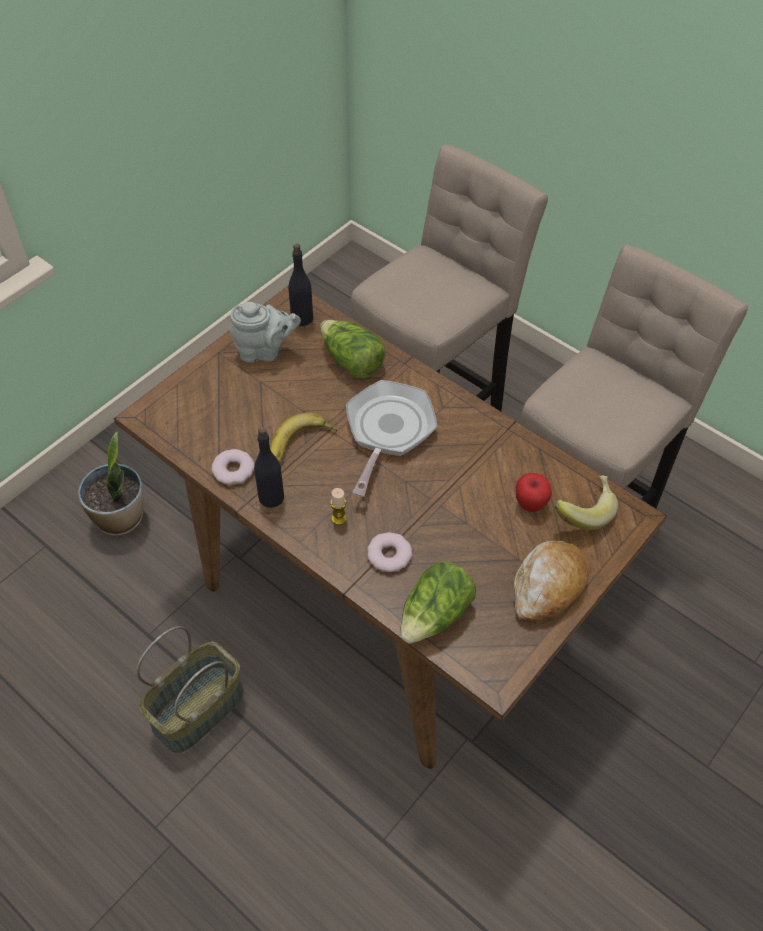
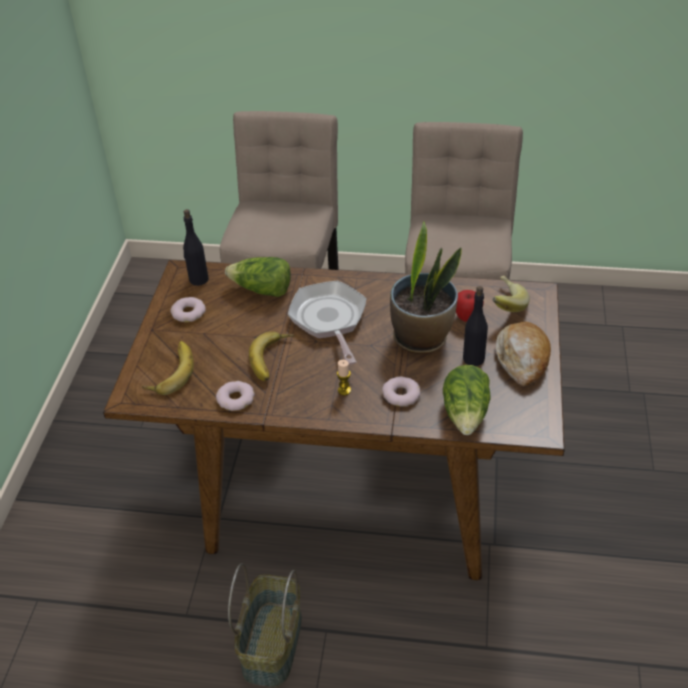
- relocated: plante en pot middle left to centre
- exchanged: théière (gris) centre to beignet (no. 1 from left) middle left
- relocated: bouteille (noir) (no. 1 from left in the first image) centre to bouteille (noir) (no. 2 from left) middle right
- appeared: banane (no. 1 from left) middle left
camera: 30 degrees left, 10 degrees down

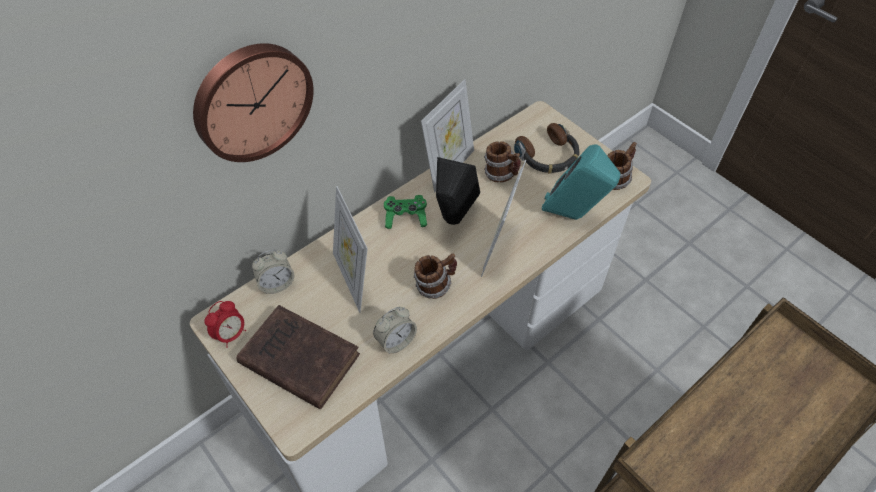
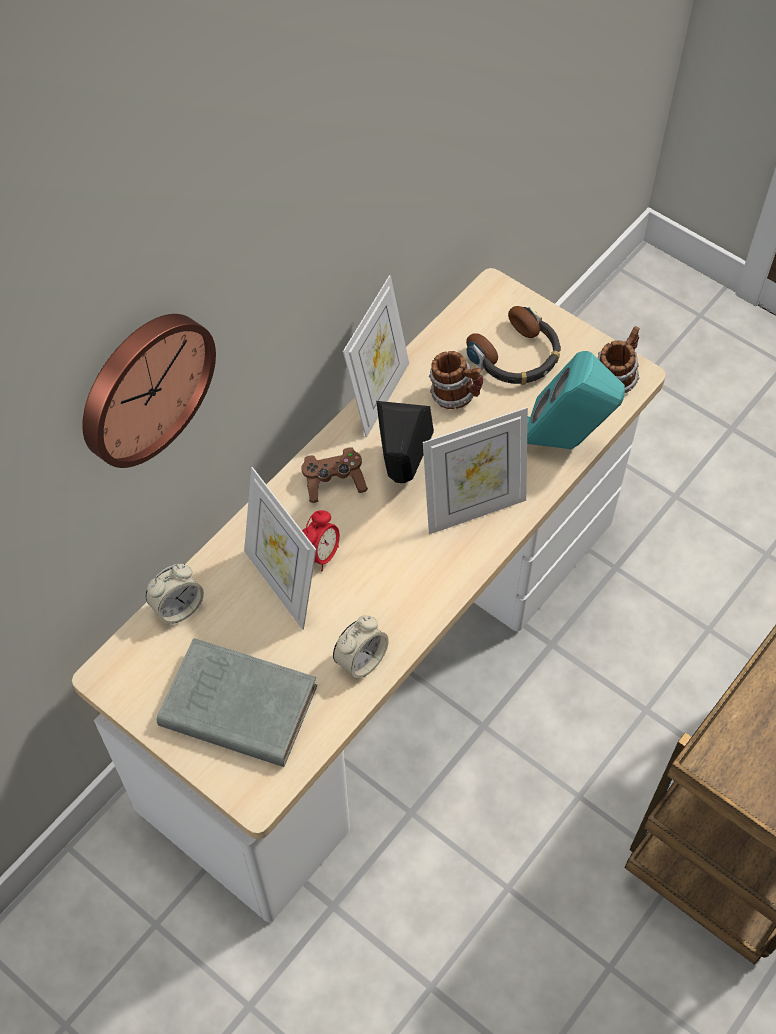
- relocated: réveil (no. 1 from left in the first image) middle left to réveil (no. 2 from left) centre
- colour: livre (marron) bottom centre to livre (gris) bottom left
- colour: manette (vert) centre to manette (marron) centre
- missing: mug (no. 1 from left) centre
- spun: cadre photo (no. 3 from left) centre = centre 120 degrees counterclockwise
camera: 10 degrees left, 5 degrees up

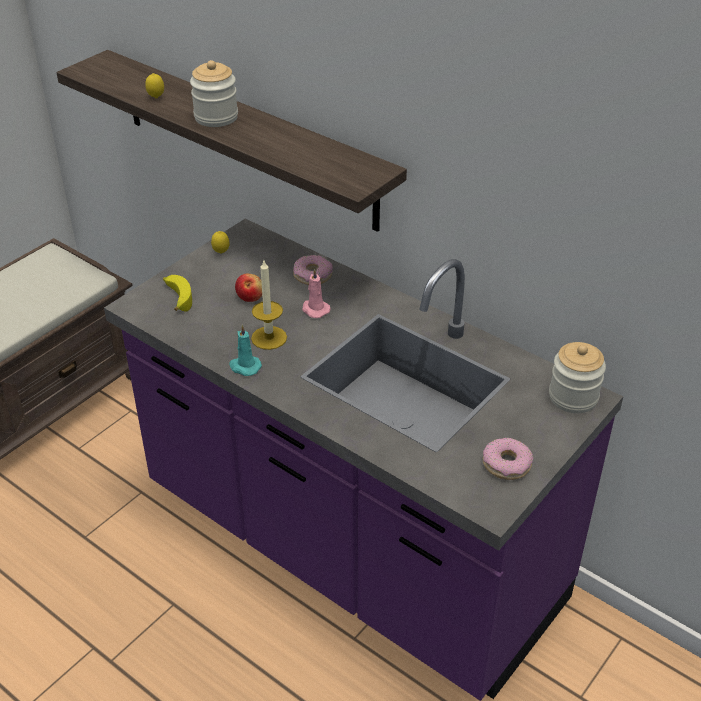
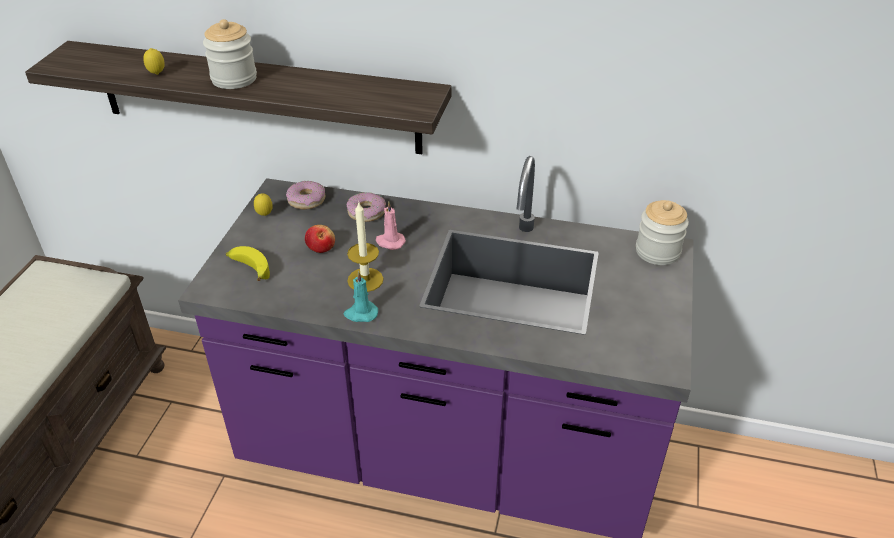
- relocated: beignet (no. 2 from left in the first image) middle right to beignet (no. 1 from left) centre
camera: 25 degrees left, 0 degrees up

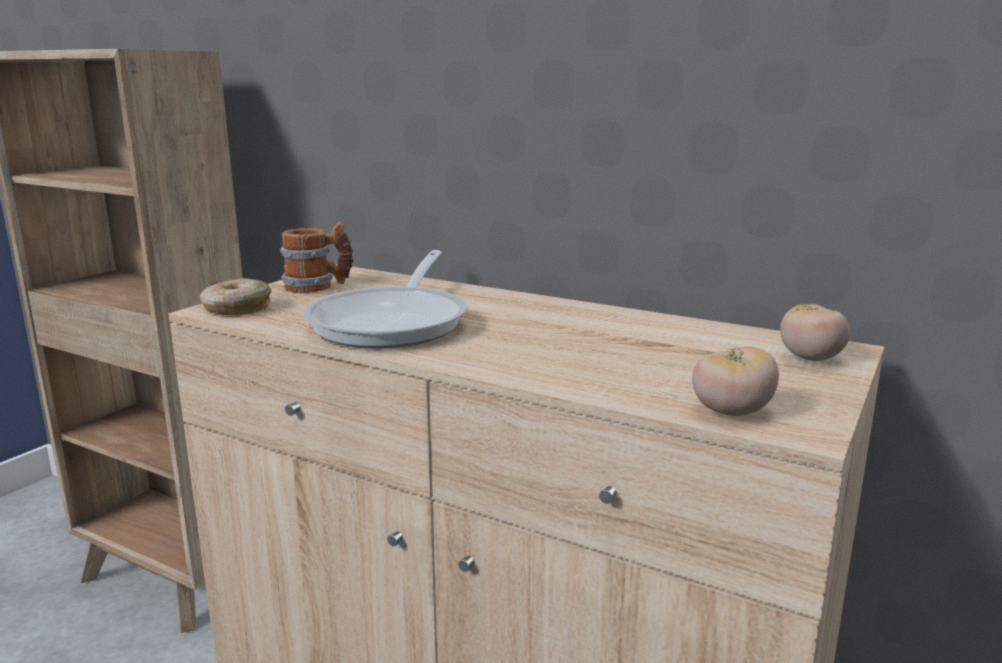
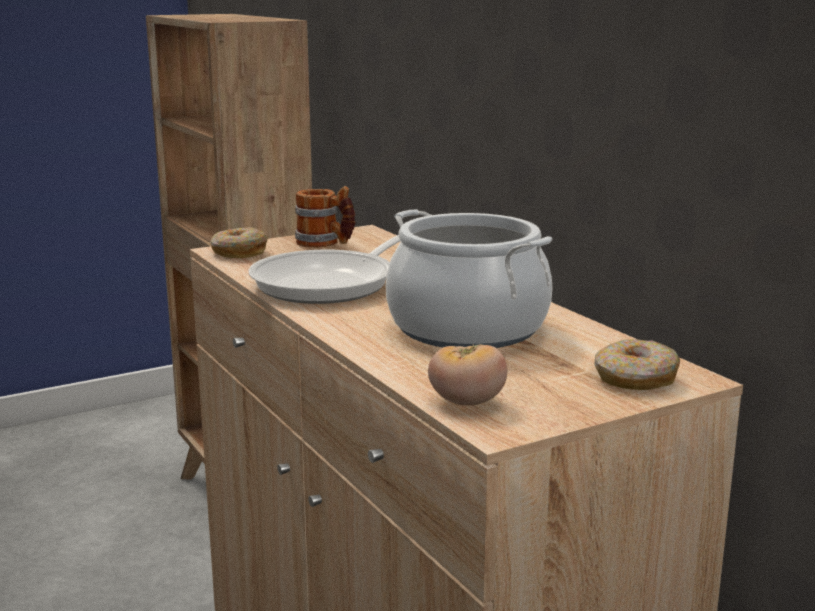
- exchanged: tomate (no. 2 from left) middle right to beignet (no. 2 from left) middle right
- appeared: marmite centre
camera: 30 degrees right, 0 degrees up

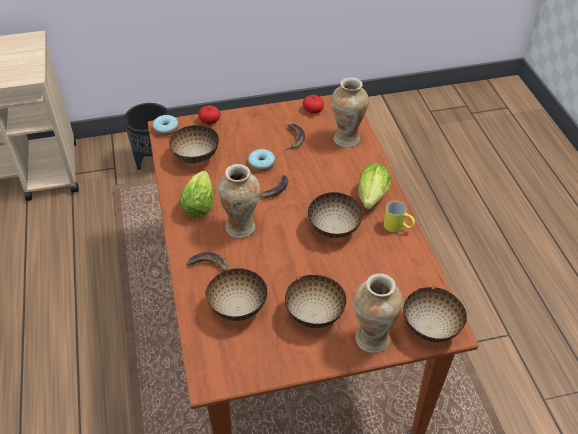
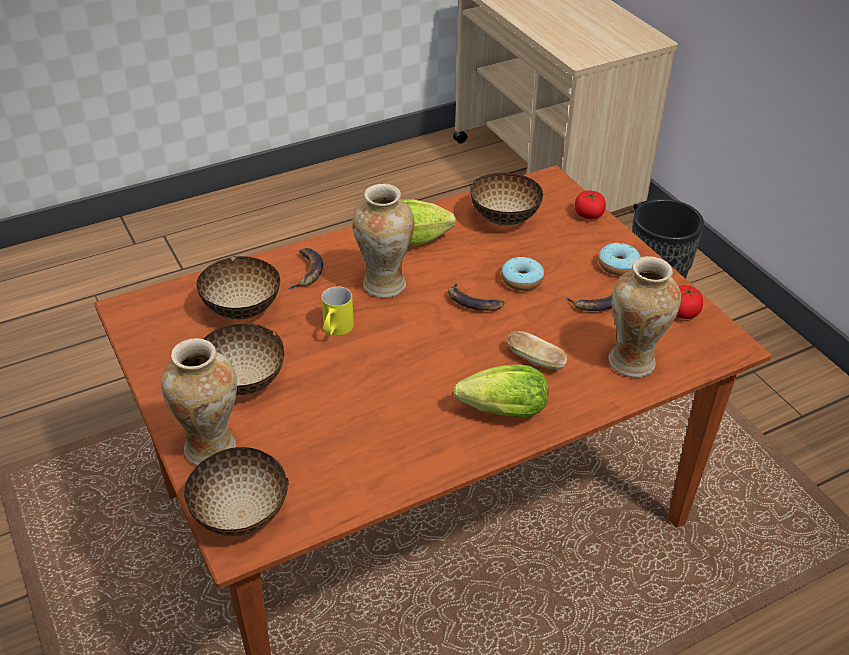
- relocated: beignet (no. 1 from left in the first image) top left to beignet (no. 2 from left) middle right
- missing: bol (no. 4 from left) centre
- relocated: mug (jaune) middle right to centre
- appeared: pain centre
camera: 75 degrees right, 5 degrees down

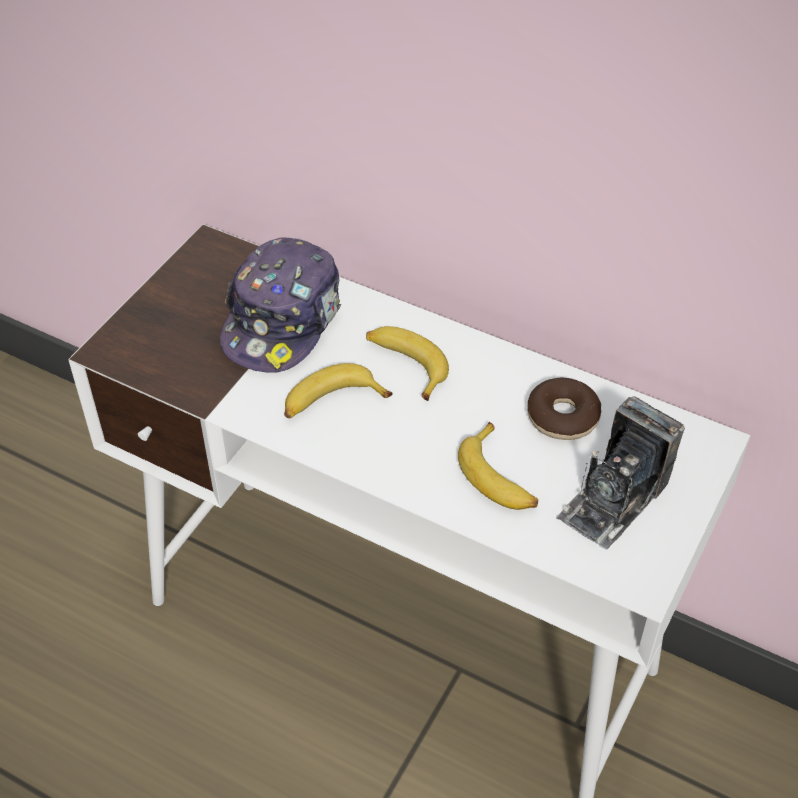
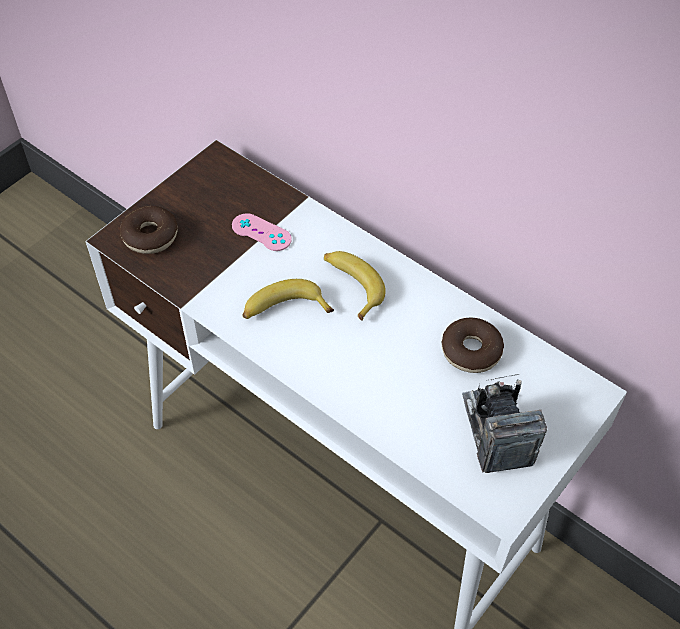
- exchanged: casquette centre to manette (rose) centre
- missing: banane (no. 3 from left) centre
- spun: appareil photo middle right = bottom right 120 degrees clockwise
- appeared: beignet (no. 1 from left) middle left
camera: 10 degrees right, 5 degrees up

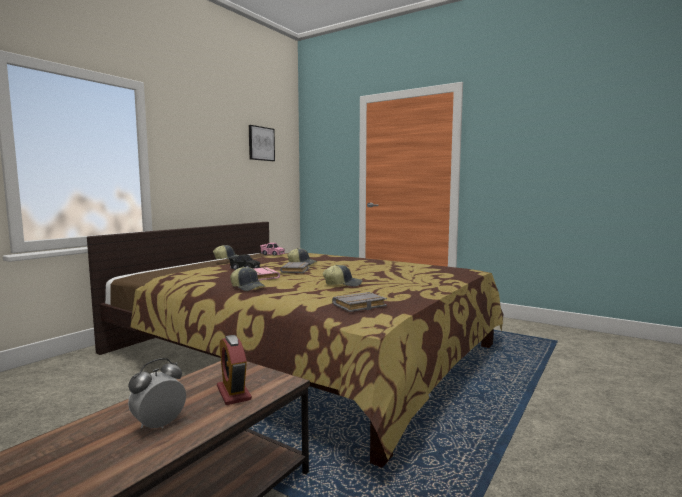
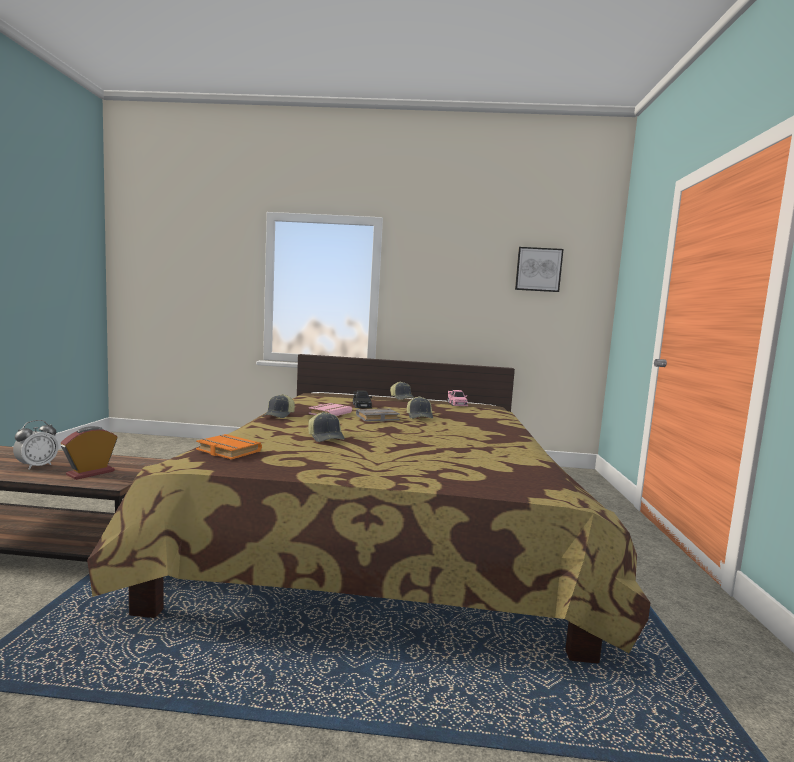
- spun: réveil (no. 1 from left) bottom left = middle left 105 degrees clockwise
- colour: livre (gris) (no. 2 from left) centre to livre (orange) middle left
camera: 60 degrees right, 0 degrees up

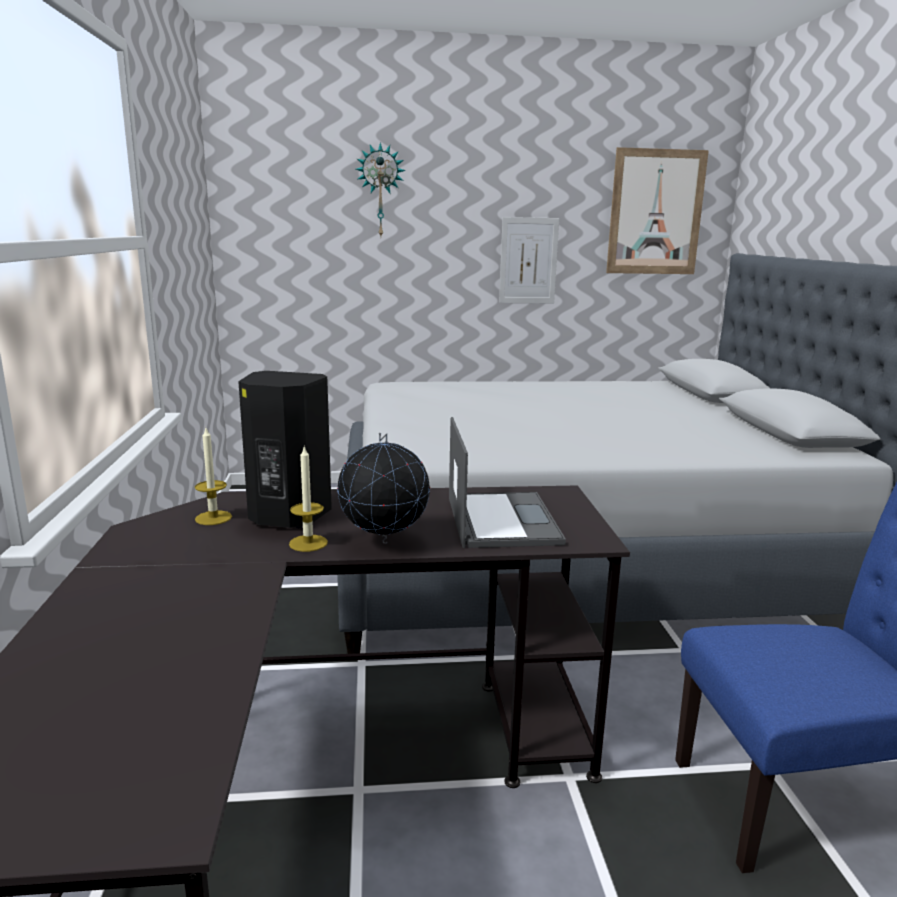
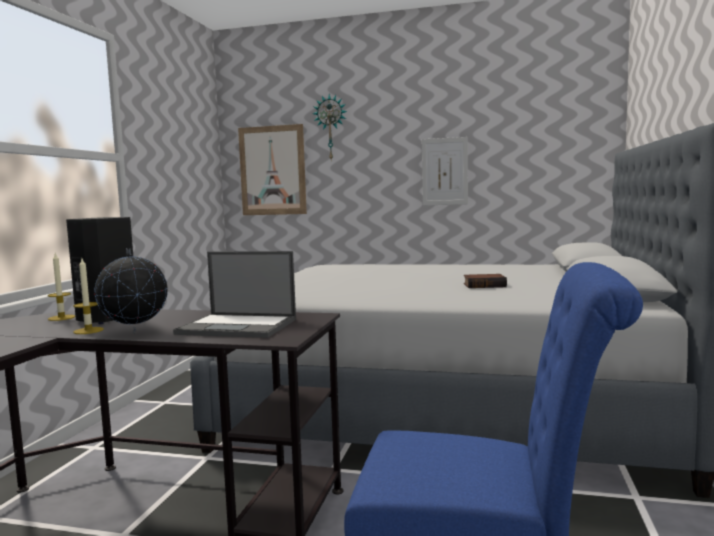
- spun: ordinateur portable centre = middle left 90 degrees clockwise
- relocated: tableau (no. 2 from left in the first image) top right to tableau (no. 1 from left) top centre
- appeared: livre middle right
camera: 20 degrees right, 10 degrees down

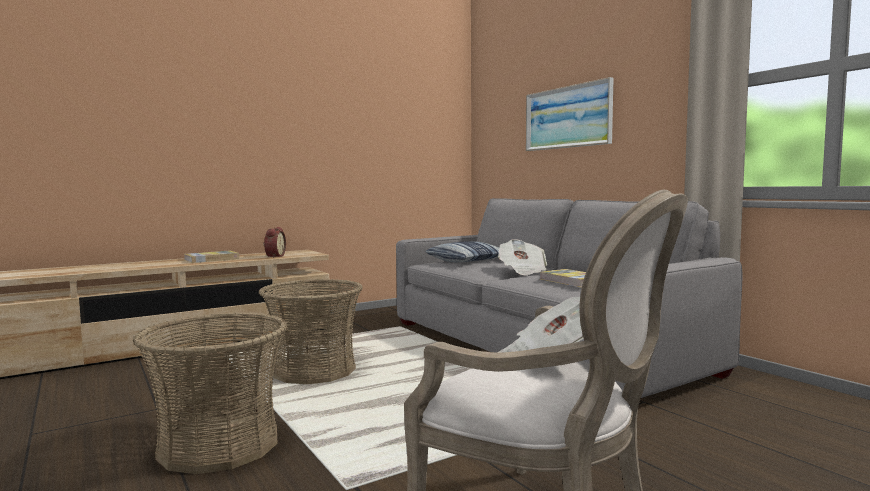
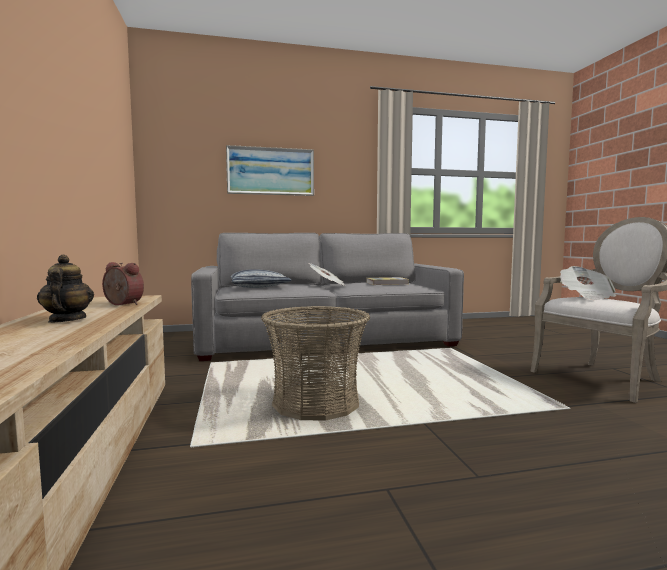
- missing: panier (no. 1 from left) bottom left
- exchanged: livre (no. 1 from left) middle left to théière middle left
camera: 70 degrees left, 0 degrees up

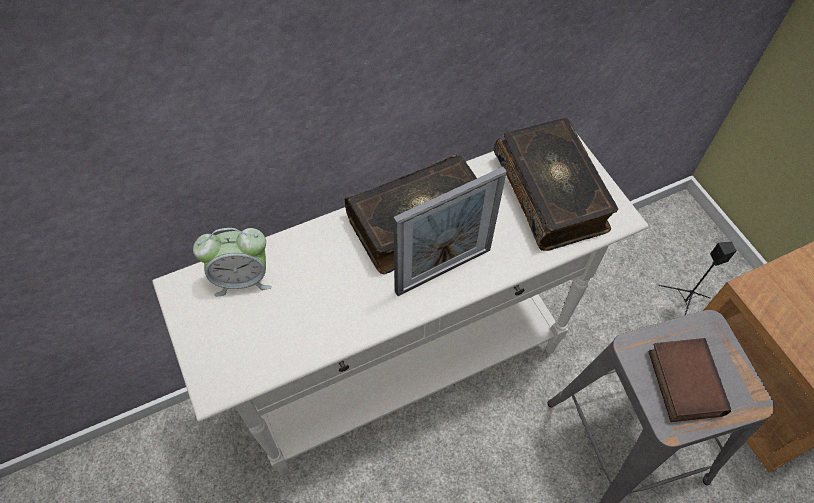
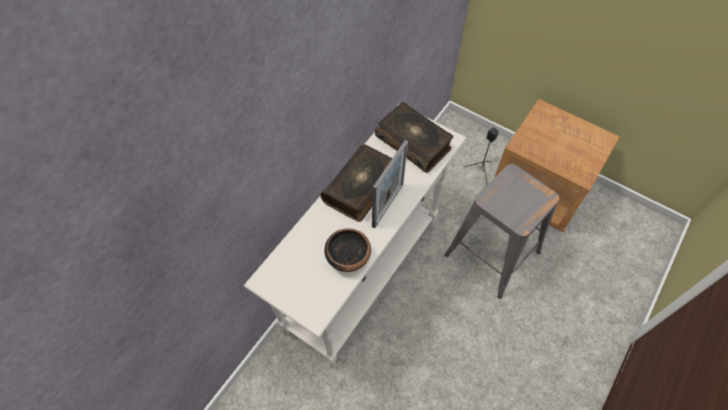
- missing: réveil middle left
- missing: livre (no. 3 from left) bottom right
- appeared: bol centre
camera: 30 degrees left, 0 degrees up

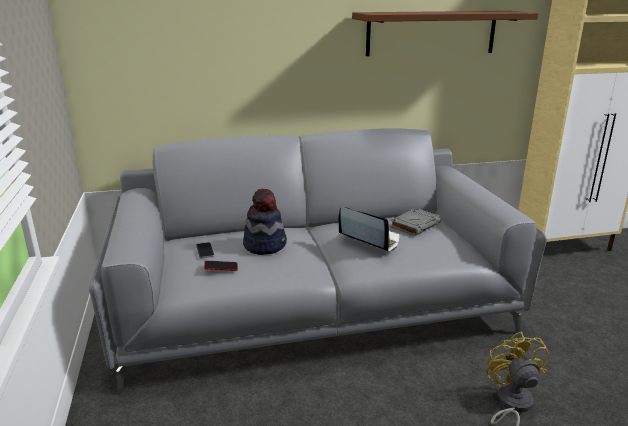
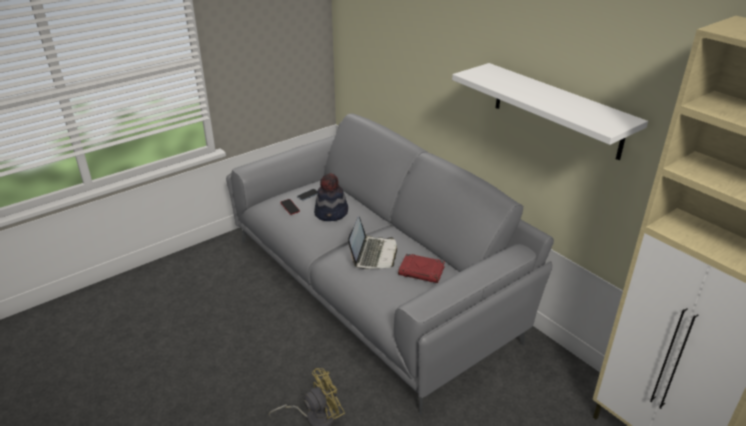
- colour: étagère (marron) top right to étagère (blanc) top right
- colour: livre (gris) centre to livre (rouge) centre
camera: 65 degrees right, 10 degrees up

